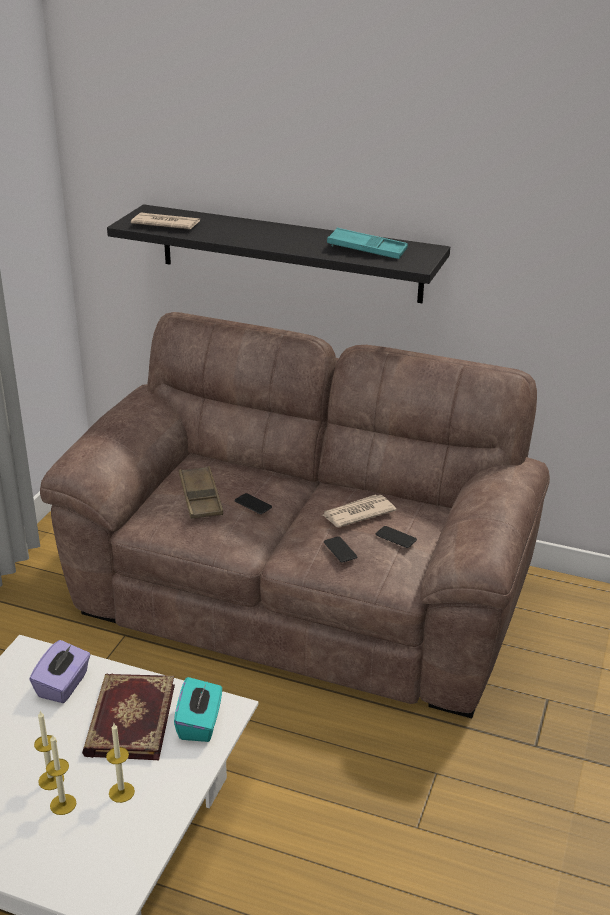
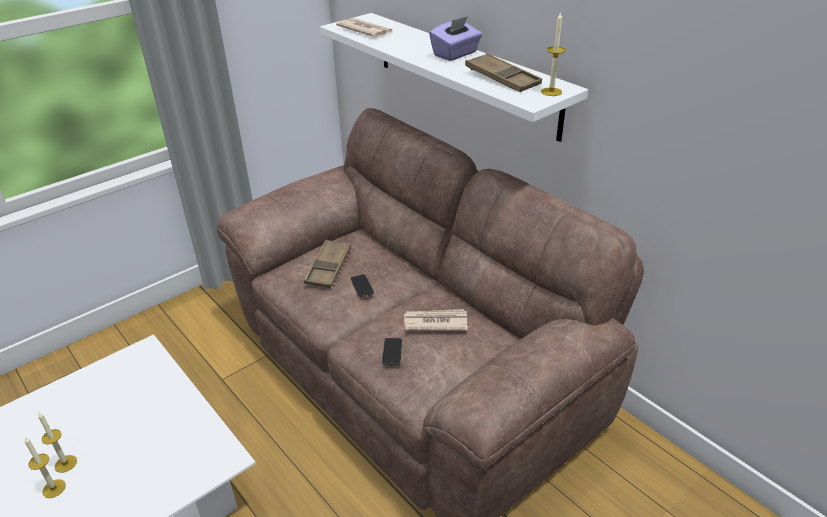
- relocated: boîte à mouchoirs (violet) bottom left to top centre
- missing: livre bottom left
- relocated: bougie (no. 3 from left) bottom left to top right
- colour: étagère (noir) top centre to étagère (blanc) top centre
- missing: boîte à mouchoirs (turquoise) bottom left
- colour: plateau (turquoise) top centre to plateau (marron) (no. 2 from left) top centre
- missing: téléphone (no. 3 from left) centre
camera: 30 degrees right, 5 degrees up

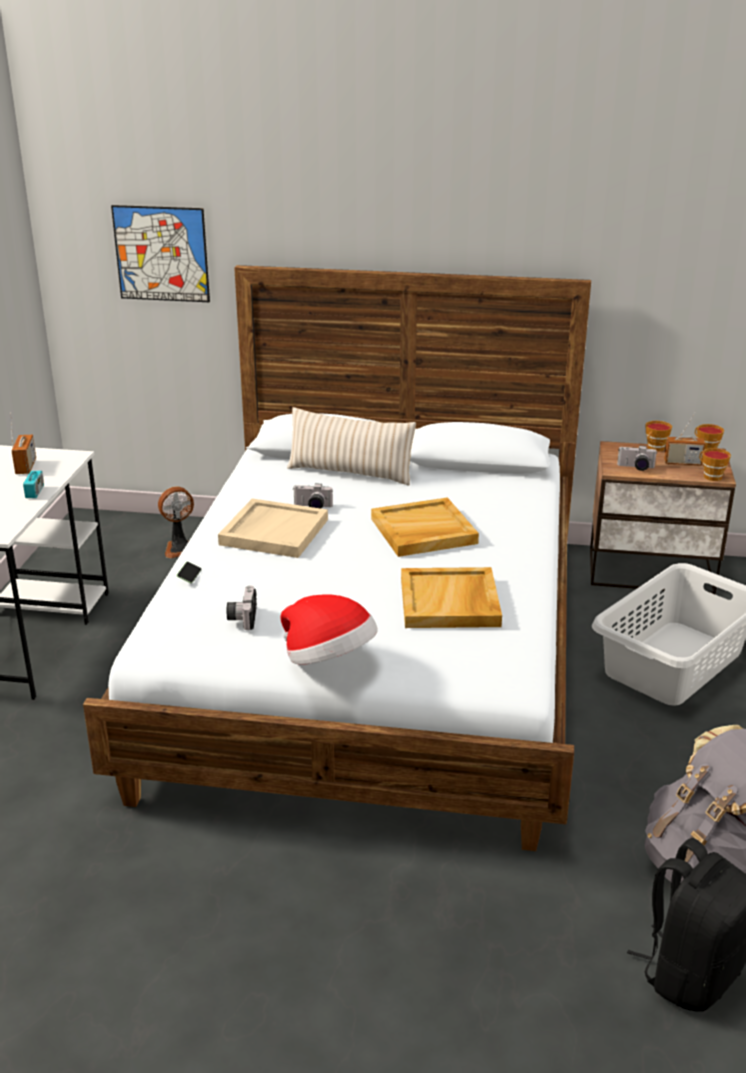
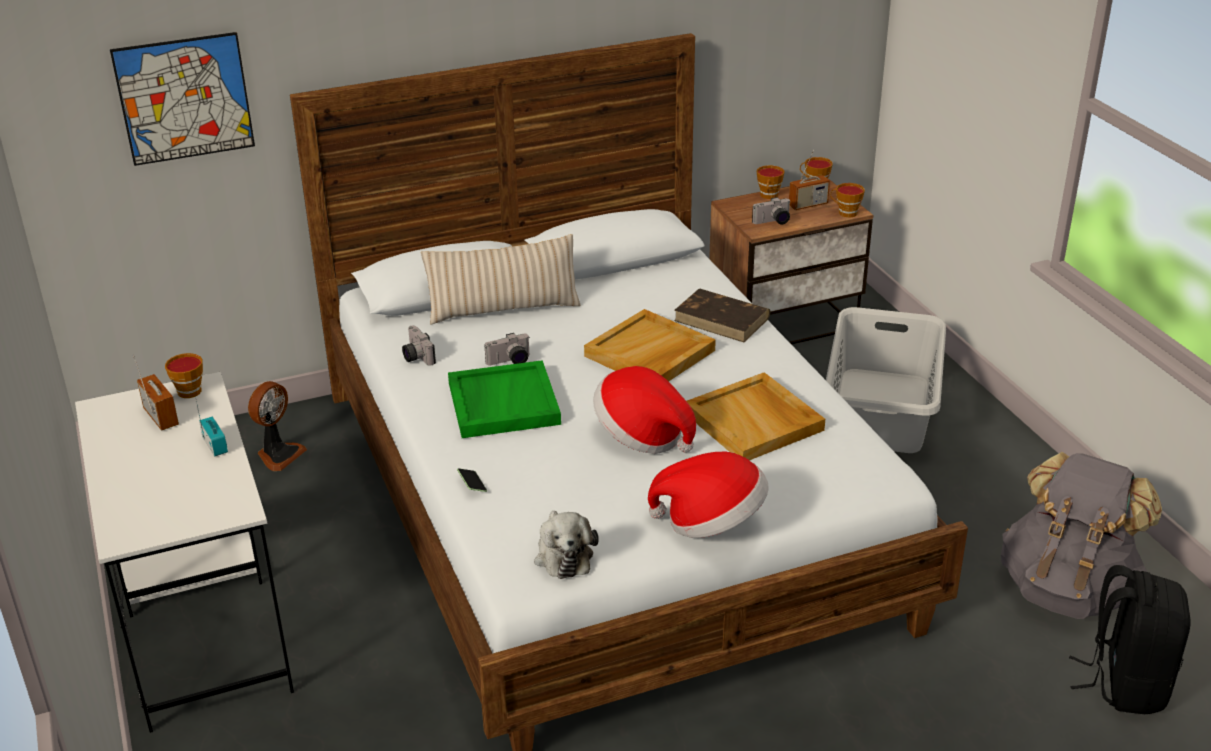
- colour: plateau (beige) (no. 1 from left) centre to plateau (vert) centre
- relocated: appareil photo (no. 1 from left) middle left to centre
- appeared: tasse (no. 1 from left) middle left
- appeared: peluche bottom centre
- appeared: chapeau (no. 1 from left) centre
- appeared: livre (marron) centre
camera: 30 degrees left, 5 degrees up

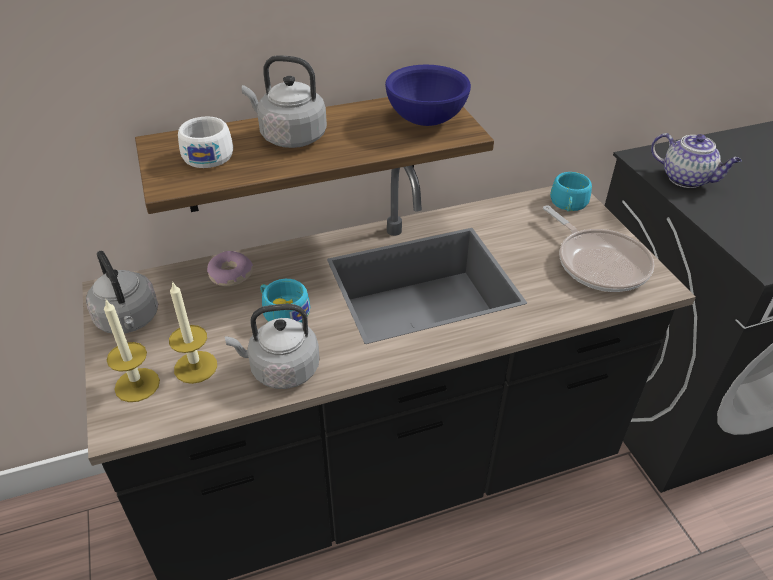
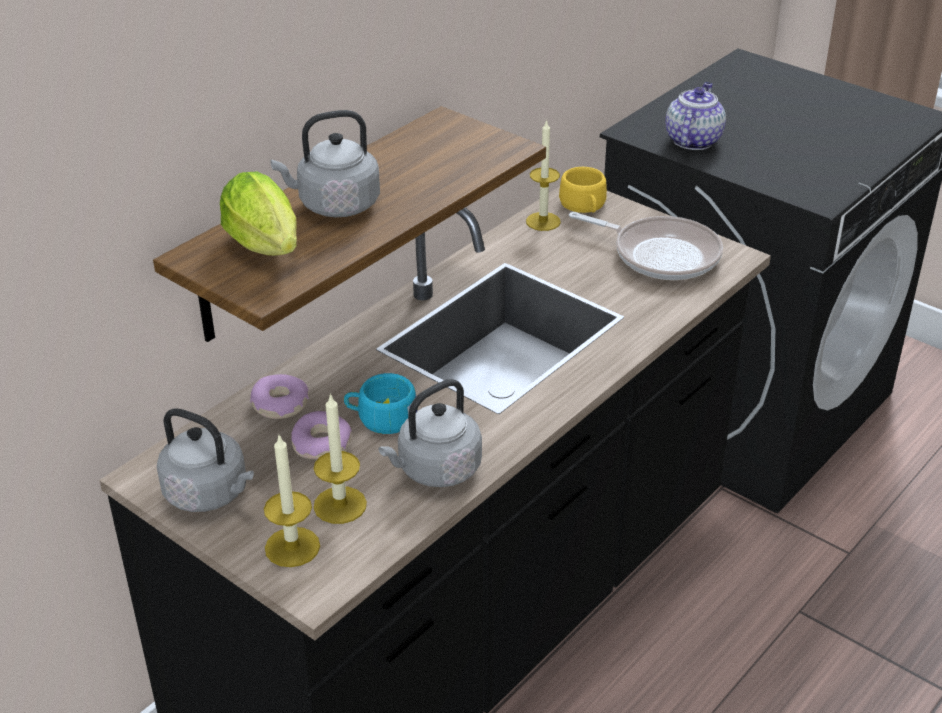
- exchanged: tasse (blanc) top left to laitue top left
- missing: bol (bleu) top centre
- colour: tasse (turquoise) (no. 2 from left) top right to tasse (jaune) top centre
- spun: théière top right = top right 75 degrees counterclockwise
- appeared: beignet (no. 2 from left) centre
- appeared: bougie (no. 3 from left) top centre
camera: 30 degrees left, 5 degrees down

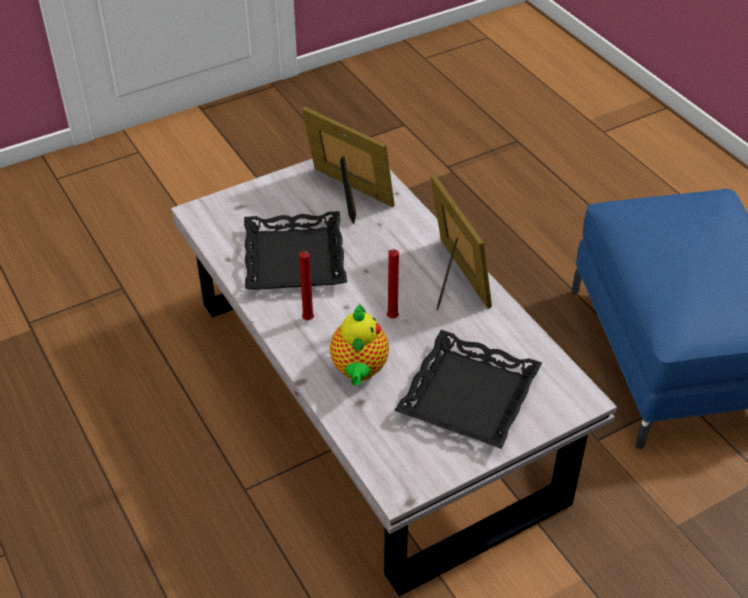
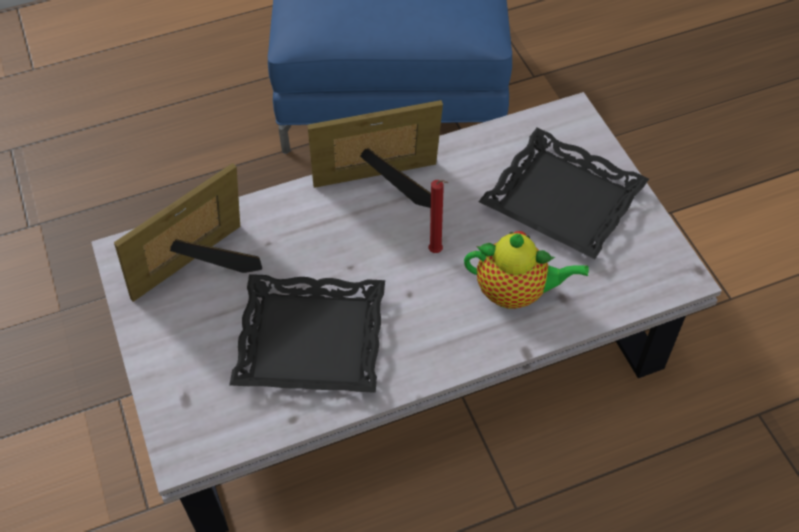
- missing: bougie (rouge) (no. 1 from left) centre
camera: 80 degrees left, 10 degrees up

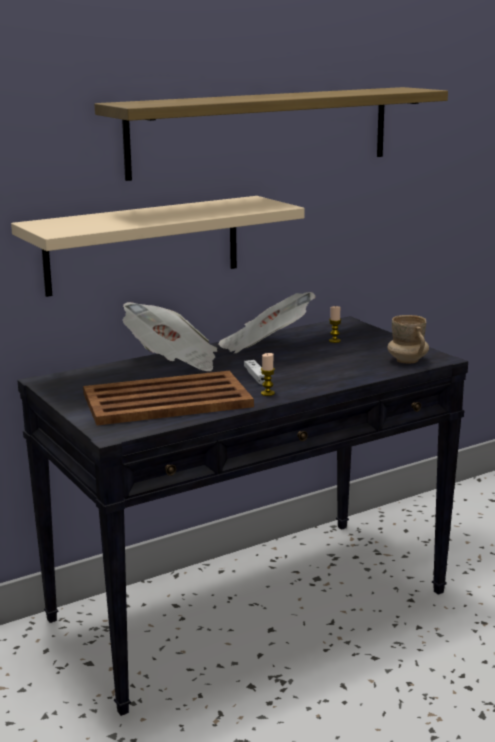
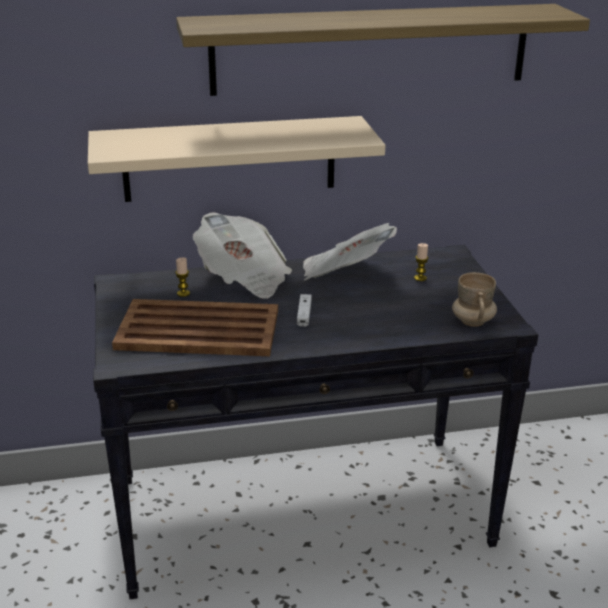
- relocated: bougie (no. 1 from left) centre to middle left
camera: 20 degrees right, 10 degrees up

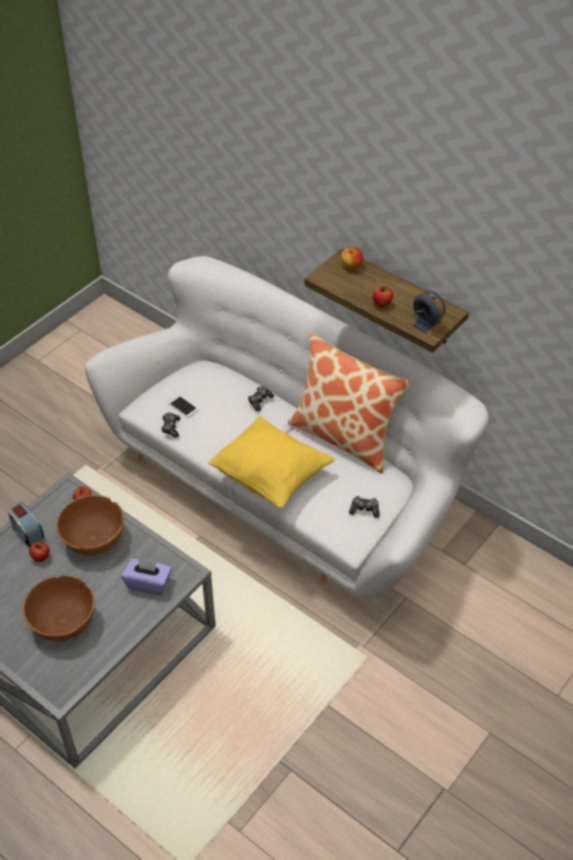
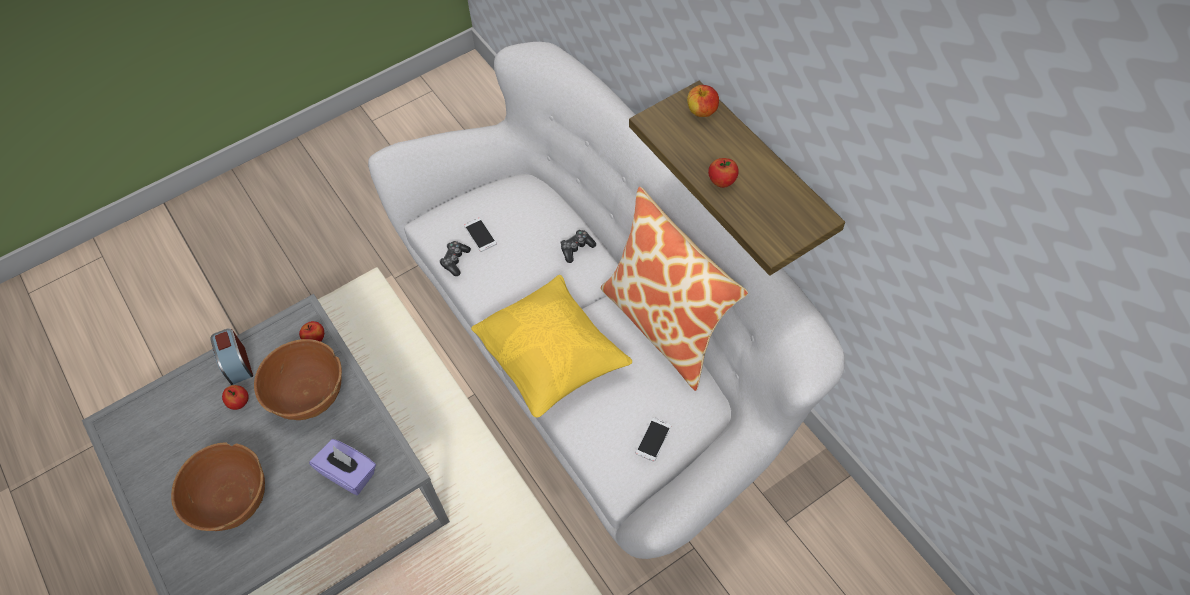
- exchanged: manette (no. 3 from left) centre to téléphone (no. 2 from left) bottom centre
- missing: réveil (no. 2 from left) middle right
camera: 20 degrees right, 10 degrees up

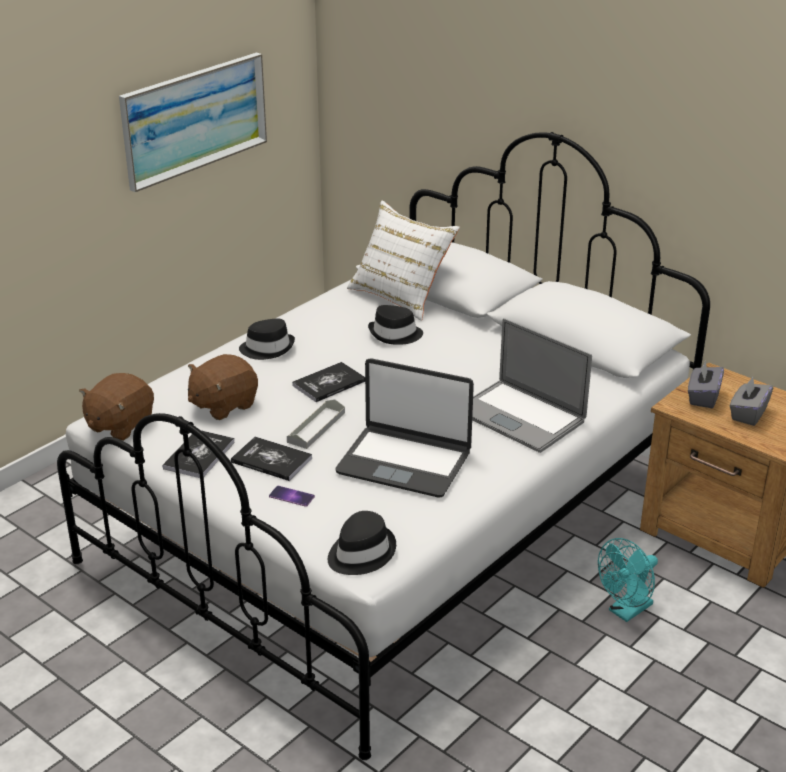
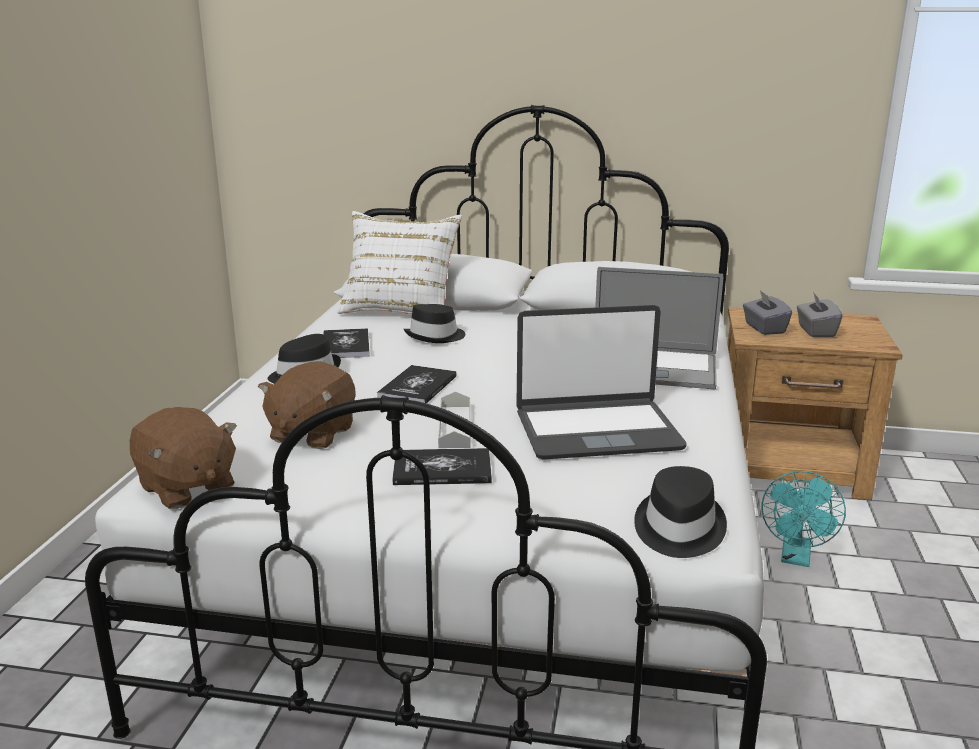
- spun: peluche (marron) (no. 1 from left) middle left = middle left 45 degrees counterclockwise
- missing: tableau top left
- relocated: livre (no. 1 from left) middle left to centre
- missing: téléphone centre
camera: 30 degrees left, 10 degrees down

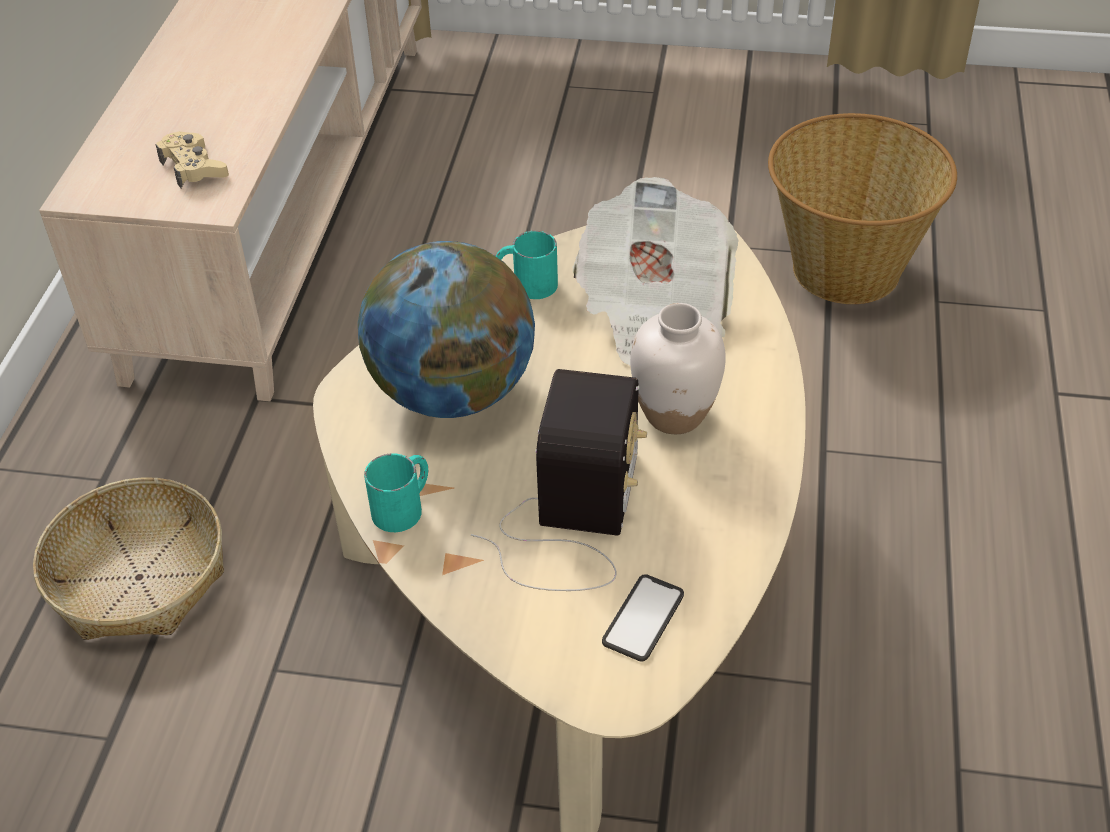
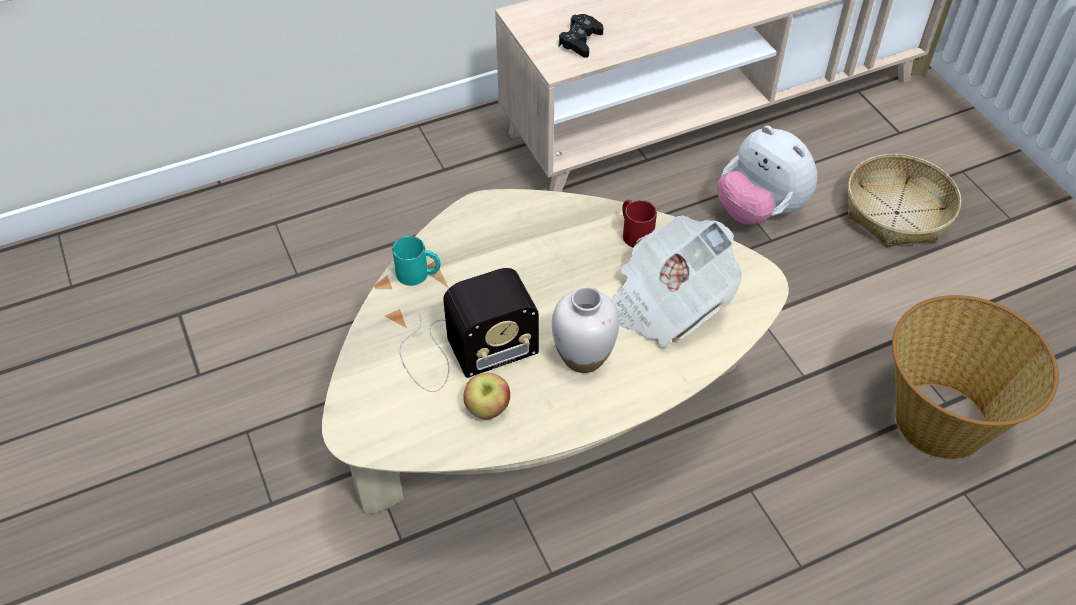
- relocated: panier (no. 1 from left) bottom left to top right
- colour: manette (beige) top left to manette (noir) top centre
- missing: globe centre
- colour: mug (turquoise) (no. 2 from left) top centre to mug (rouge) centre
- missing: téléphone bottom centre
- appeared: pomme centre
- appeared: peluche top right
camera: 55 degrees right, 5 degrees up

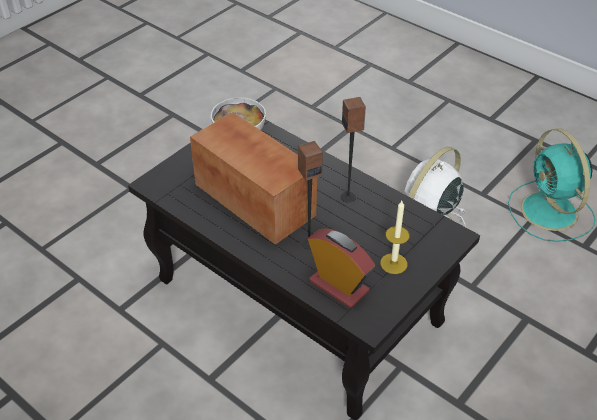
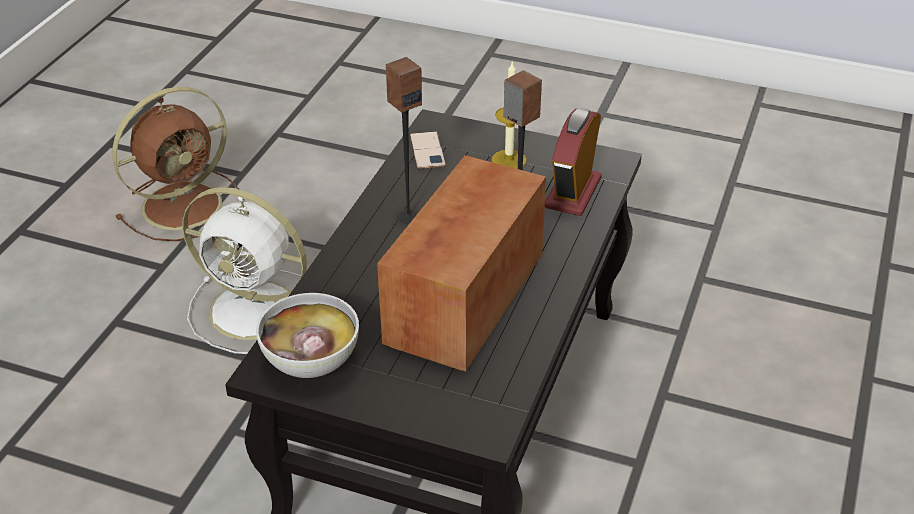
- colour: ventilateur (turquoise) middle right to ventilateur (marron) top left
- appeared: téléphone top centre
camera: 110 degrees left, 5 degrees down

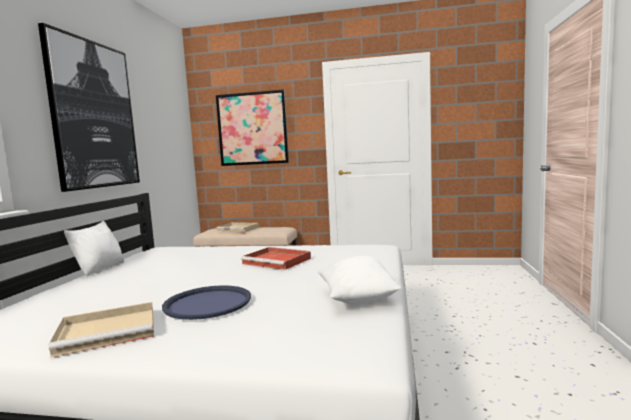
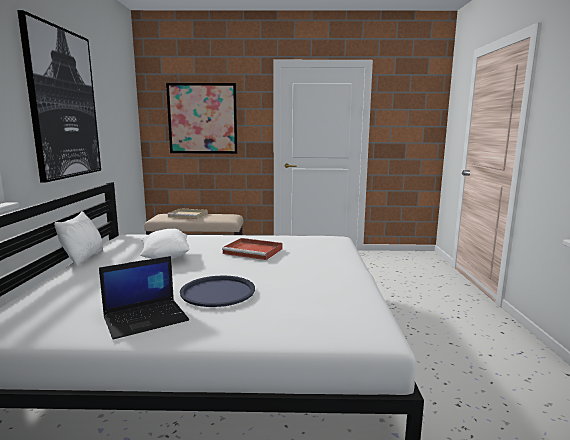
- exchanged: plateau (beige) (no. 1 from left) bottom left to ordinateur portable bottom left
- relocated: coussin (blanc) (no. 2 from left) bottom centre to middle left
camera: 10 degrees left, 5 degrees up

